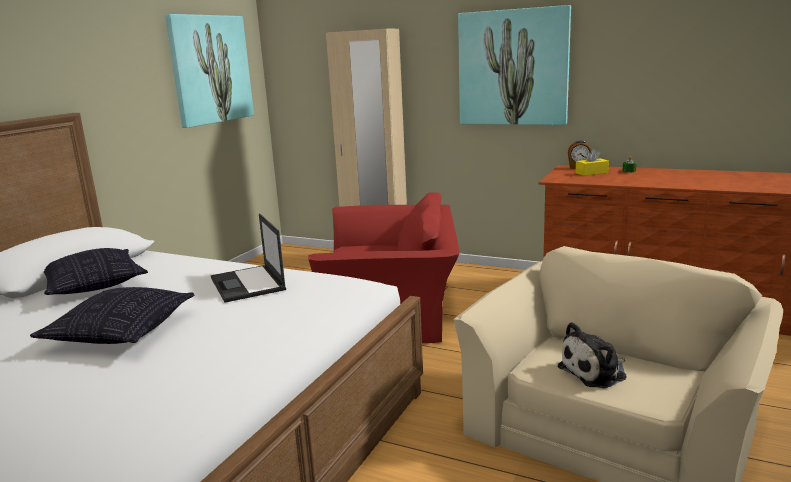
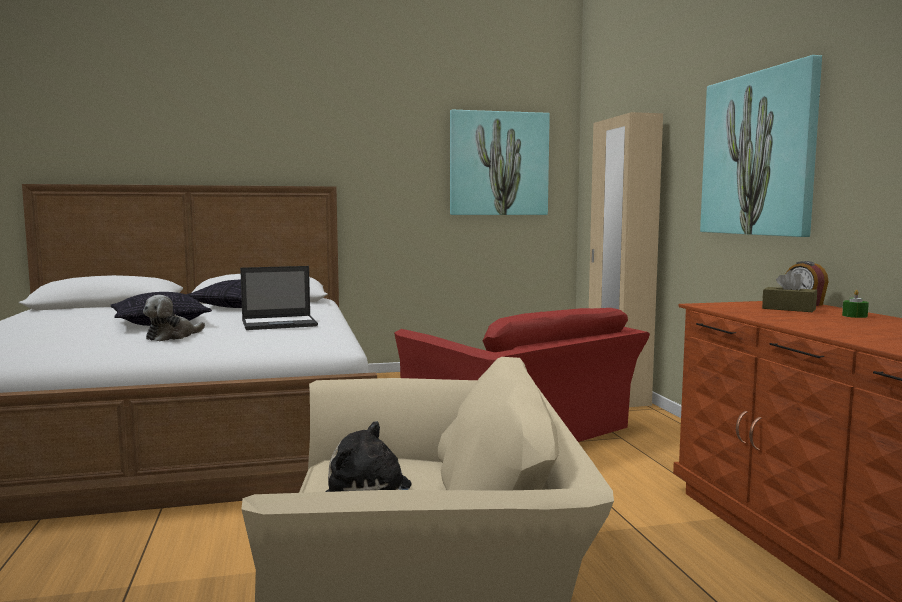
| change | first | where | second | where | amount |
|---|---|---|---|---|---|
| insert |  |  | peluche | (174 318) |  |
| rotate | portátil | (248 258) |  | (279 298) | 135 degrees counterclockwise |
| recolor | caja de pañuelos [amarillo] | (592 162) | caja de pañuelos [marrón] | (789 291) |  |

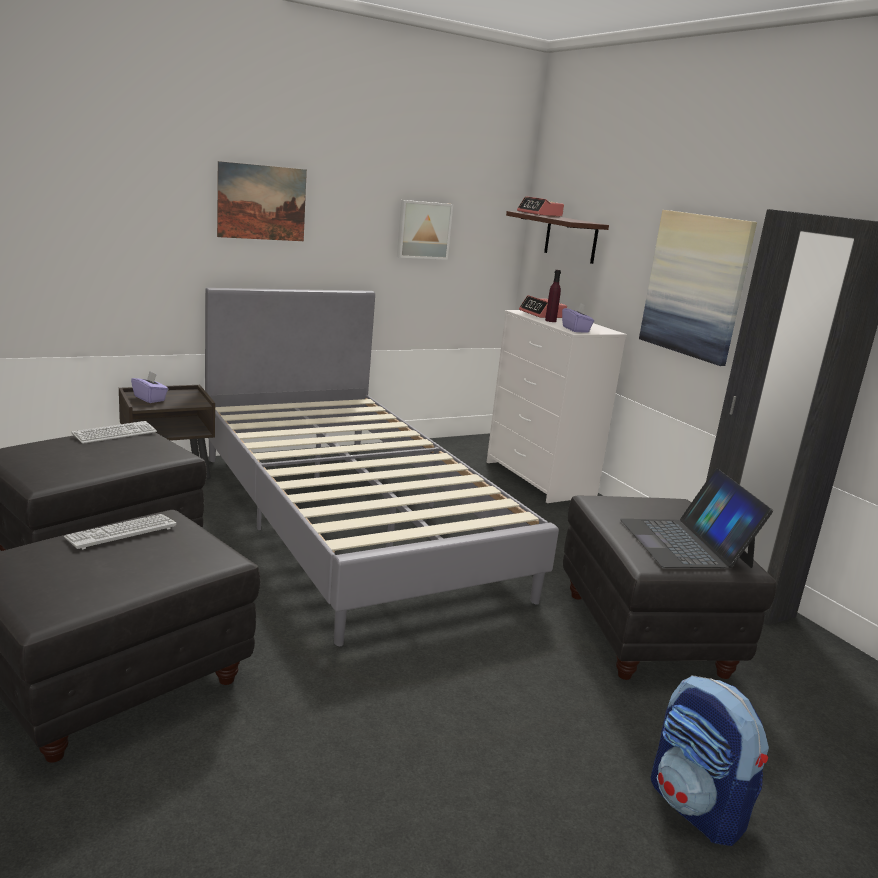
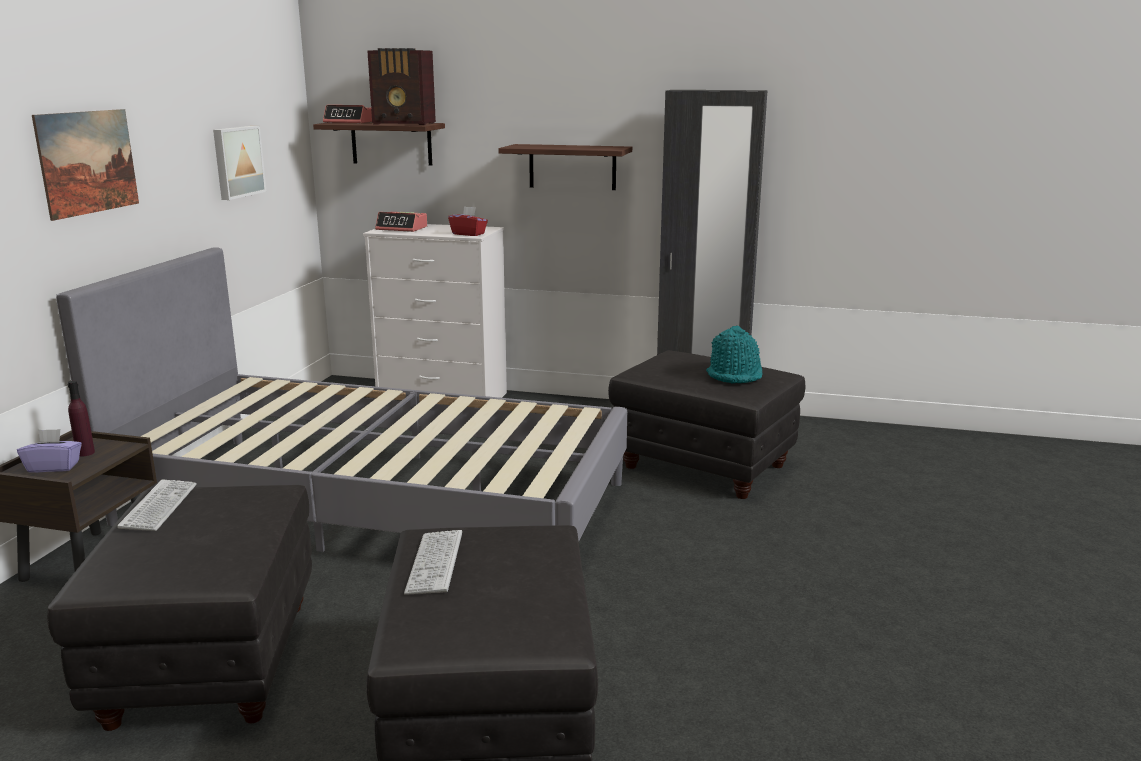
| change | first | where | second | where | amount |
|---|---|---|---|---|---|
| move | botella [morado] | (553 296) |  | (81 419) |  |
| insert |  |  | radio | (401 86) |  |
| recolor | caja de pañuelos [morado] | (578 318) | caja de pañuelos [rojo] | (468 221) |  |
| replace | cuadro | (698 288) | estante | (565 167) |  |
| replace | portátil | (696 518) | sombrero [turquesa] | (734 354) |  |
| delete | mochila | (710 760) |  |  |  |

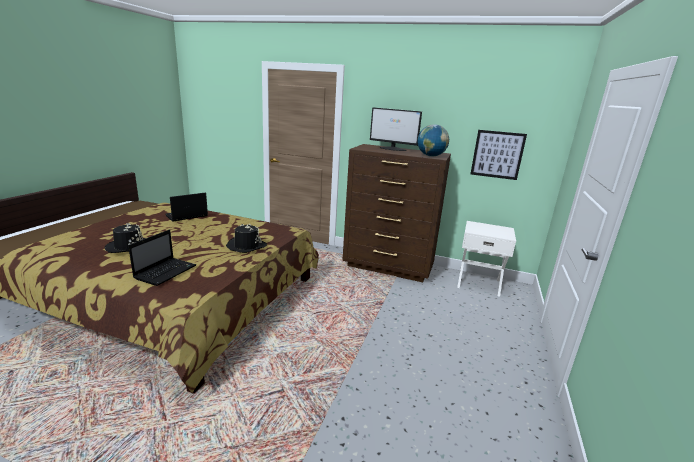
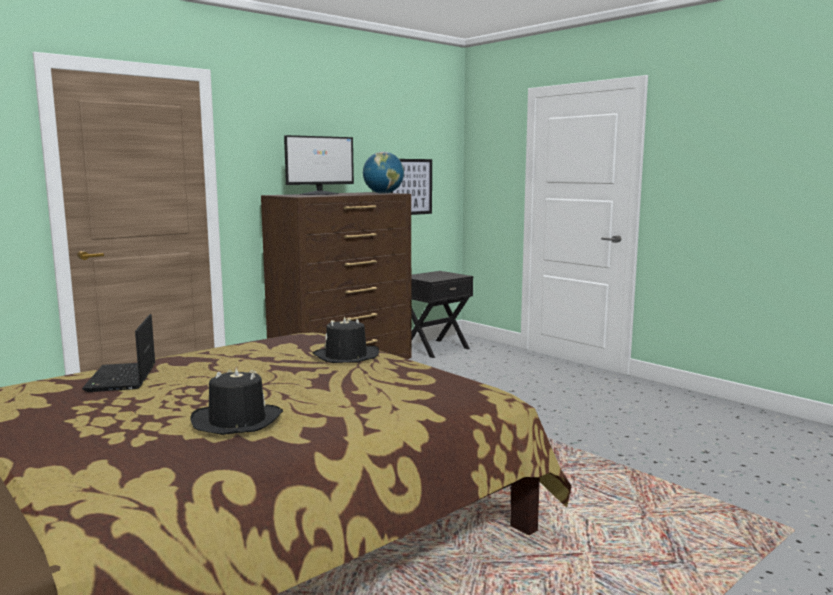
| change | first | where | second | where | amount |
|---|---|---|---|---|---|
| recolor | mesita de noche [blanco] | (486 259) | mesita de noche [negro] | (442 314) |  |
| delete | portátil | (162 258) |  |  |  |

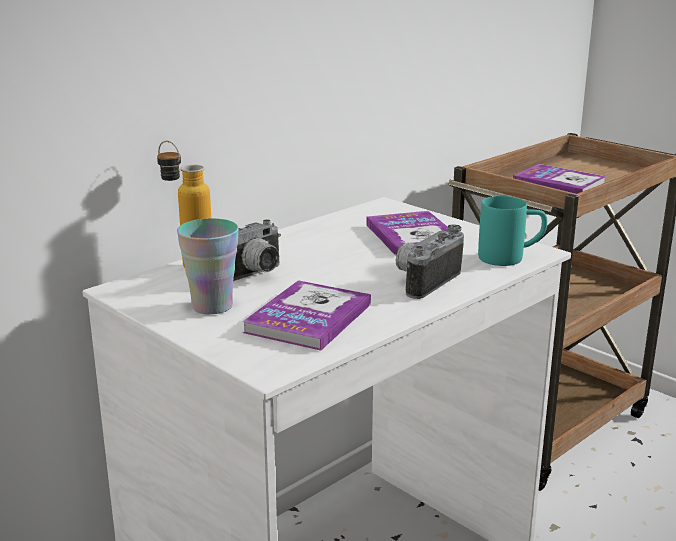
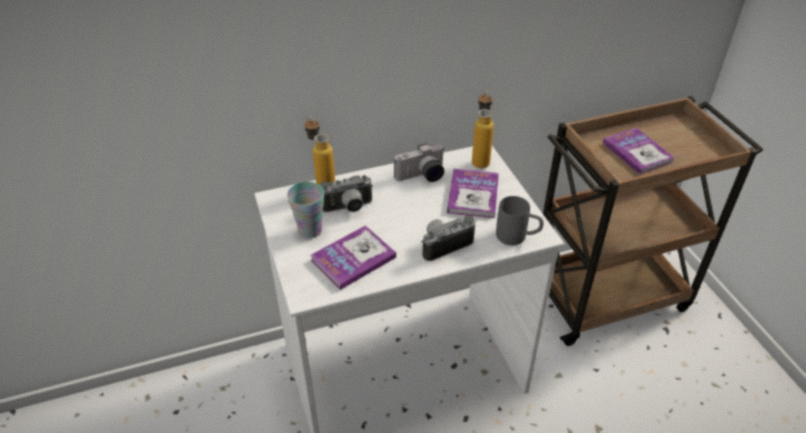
| change | first | where | second | where | amount |
|---|---|---|---|---|---|
| insert |  |  | cámara | (419 162) |  |
| insert |  |  | botella | (483 129) |  |
| recolor | taza grande [turquesa] | (512 231) | taza grande [gris] | (520 220) |  |

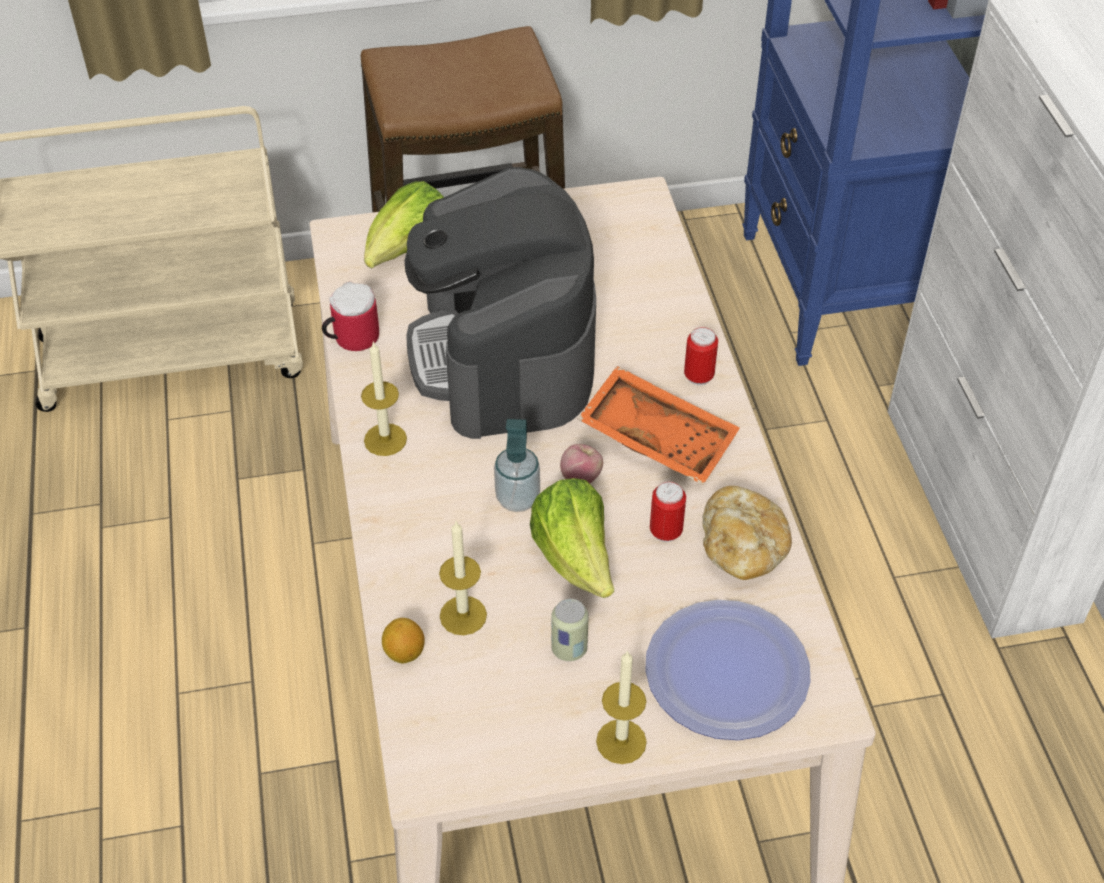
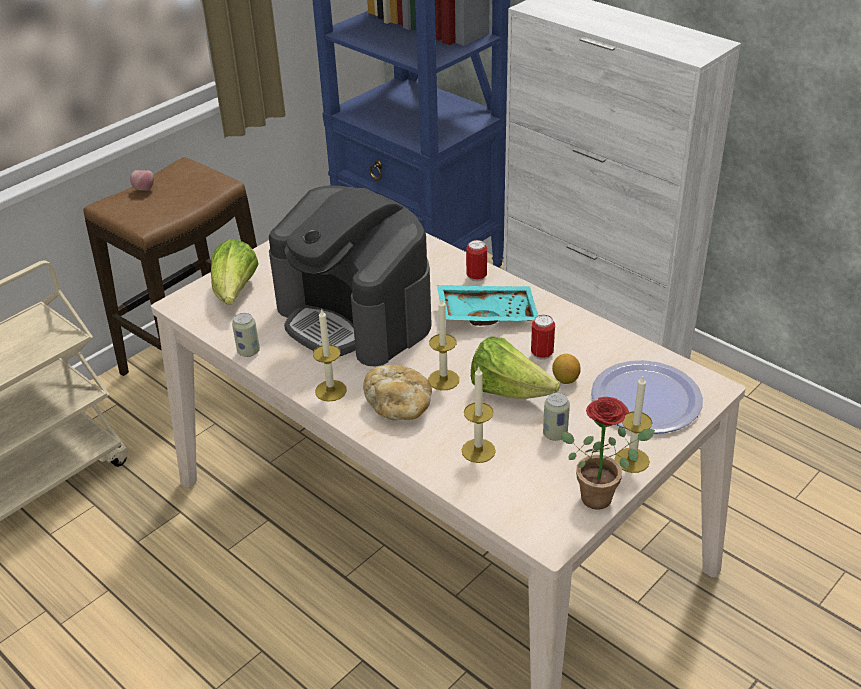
| change | first | where | second | where | amount |
|---|---|---|---|---|---|
| move | manzana | (581 463) |  | (142 180) |  |
| replace | taza grande | (350 316) | lata | (246 335) |  |
| move | pan | (747 533) |  | (397 392) |  |
| replace | dispensador de jabón | (517 465) | vela | (443 344) |  |
| recolor | bandeja [naranja] | (659 425) | bandeja [turquesa] | (488 305) |  |
| move | limón | (403 641) |  | (566 369) |  |
| insert |  |  | planta en maceta | (608 453) |  |

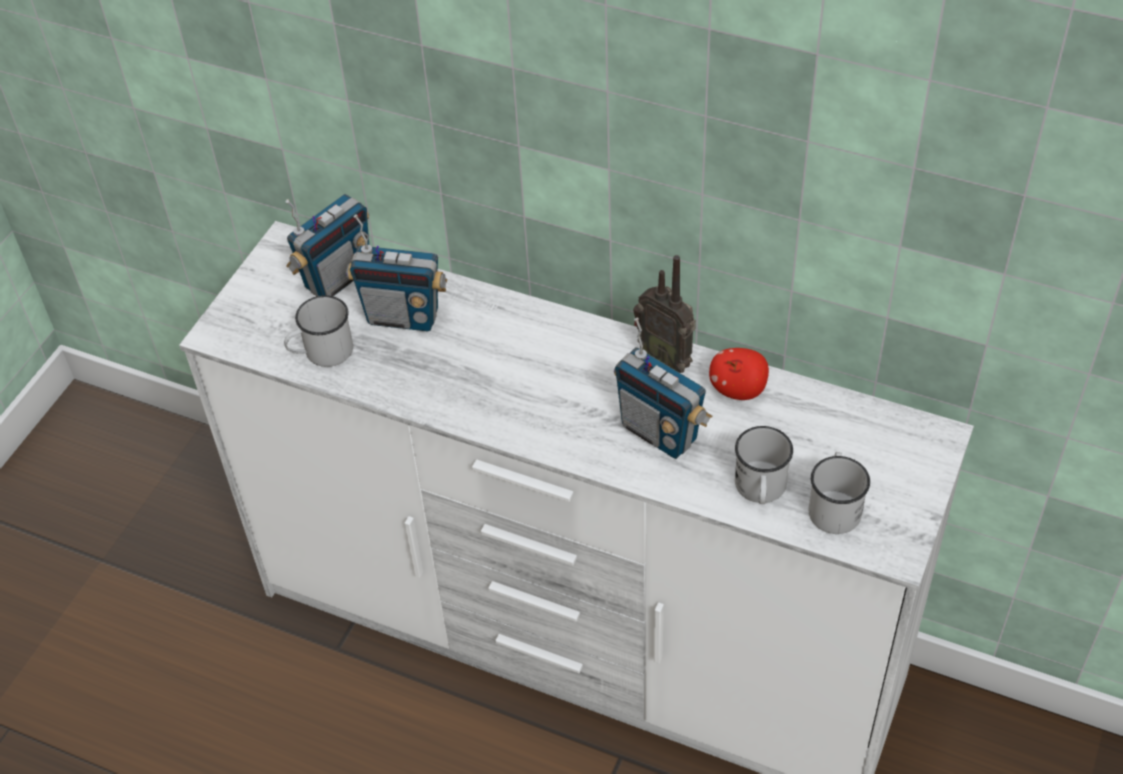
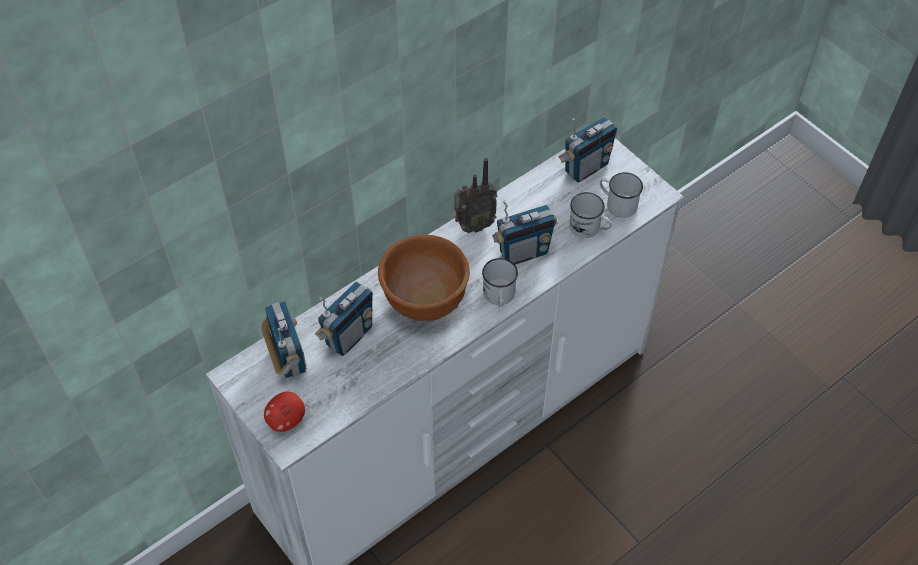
| change | first | where | second | where | amount |
|---|---|---|---|---|---|
| move | manzana | (739 374) |  | (284 412) |  |
| insert |  |  | cuenco [marrón] | (424 277) |  |
| move | taza grande [blanco] | (318 331) |  | (500 282) |  |
| insert |  |  | radio | (587 149) |  |

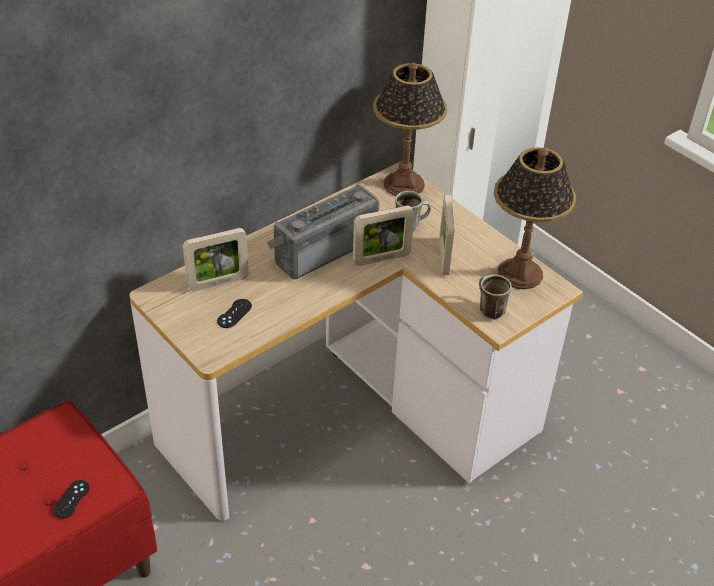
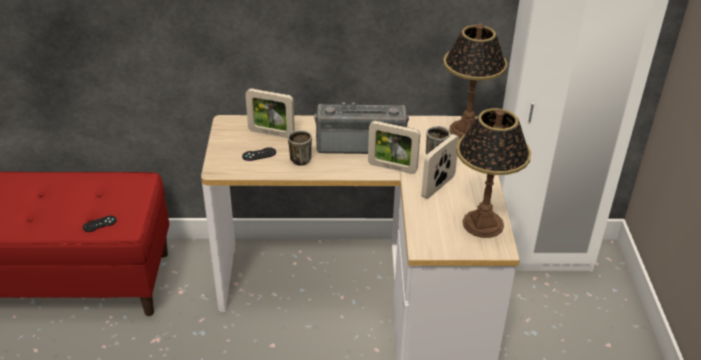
| change | first | where | second | where | amount |
|---|---|---|---|---|---|
| move | taza grande | (495 297) |  | (300 148) |  |

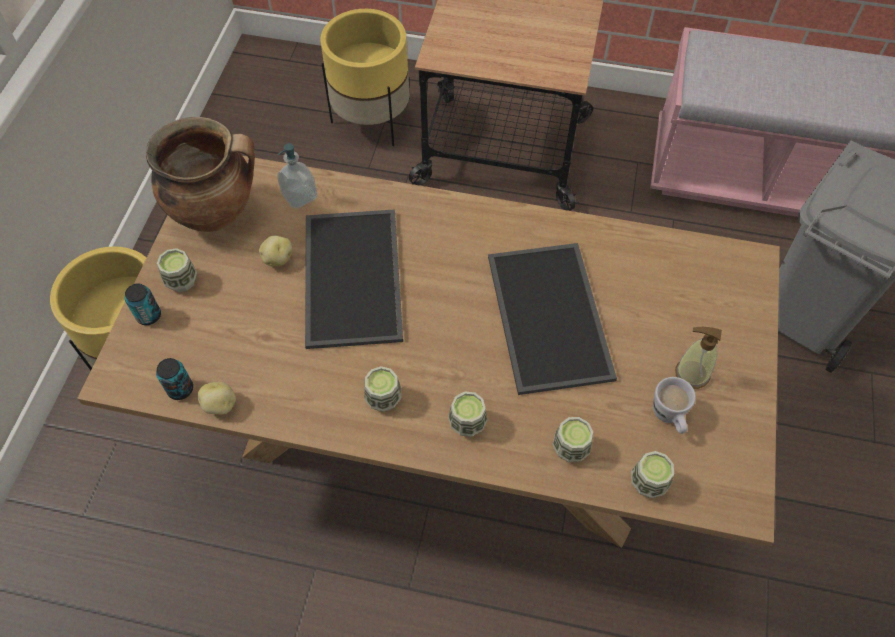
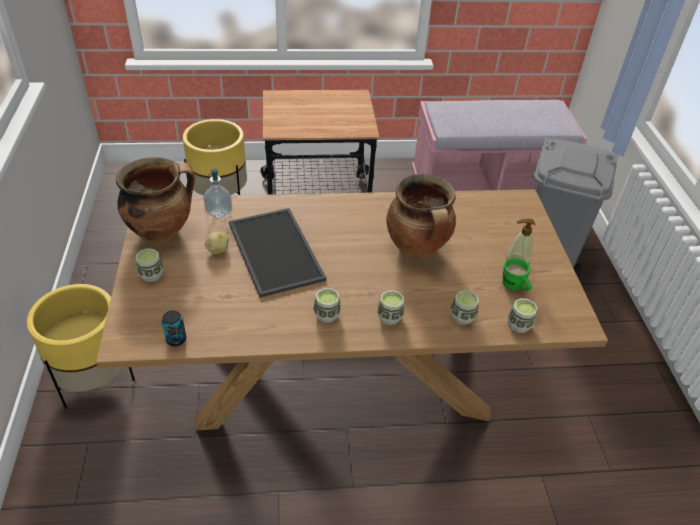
| change | first | where | second | where | amount |
|---|---|---|---|---|---|
| replace | bandeja | (552 319) | olla | (421 216) |  |
| recolor | taza grande [blanco] | (674 405) | taza grande [verde] | (517 274) |  |
| delete | lata | (143 304) |  |  |  |
| delete | patata | (217 398) |  |  |  |

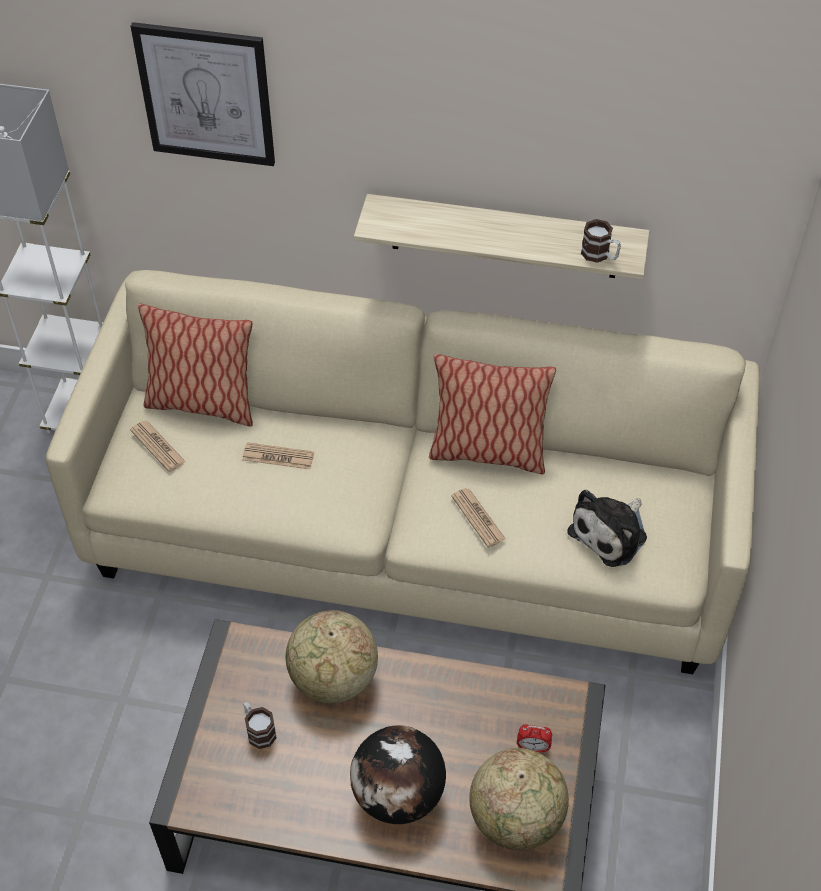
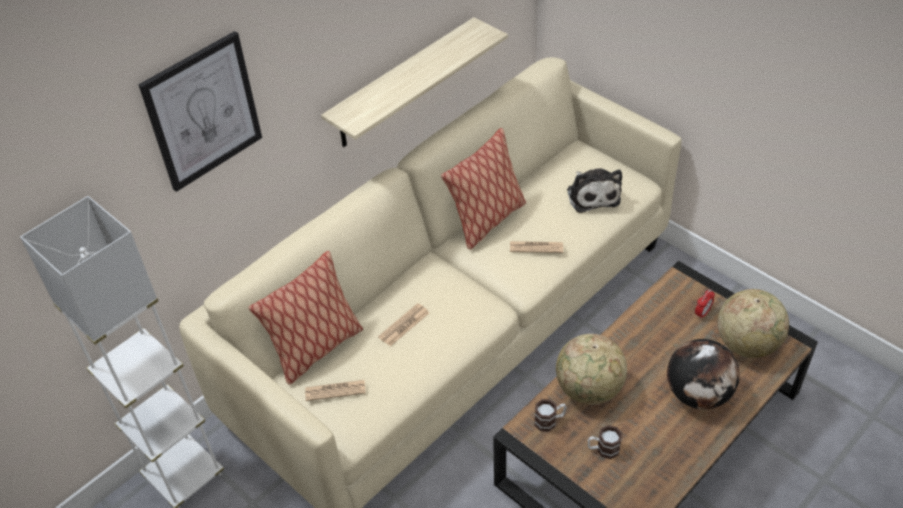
| change | first | where | second | where | amount |
|---|---|---|---|---|---|
| move | taza grande | (601 241) |  | (550 415) |  |

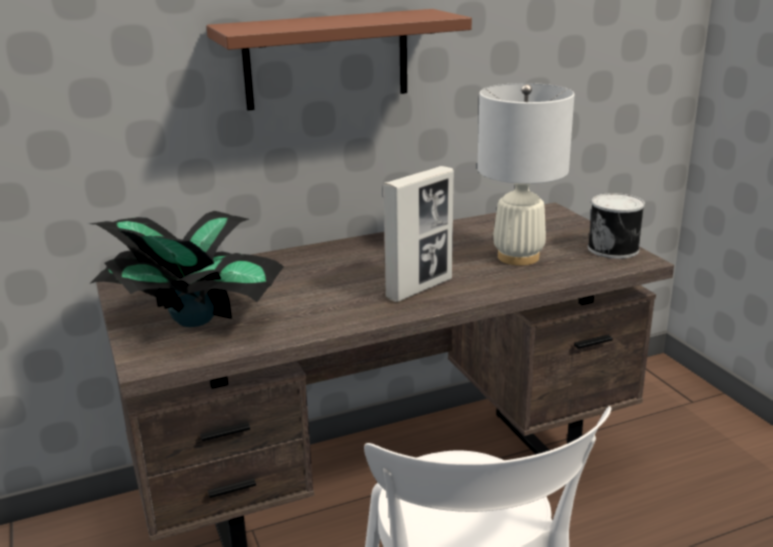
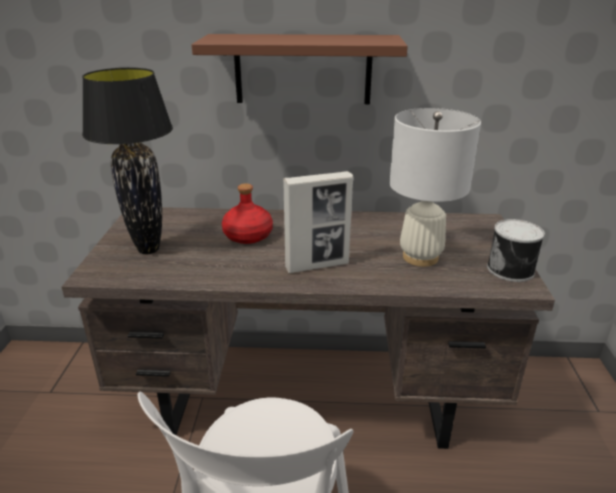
| change | first | where | second | where | amount |
|---|---|---|---|---|---|
| replace | planta en maceta | (186 269) | lámpara de mesa [negro] | (127 161) |  |
| insert |  |  | botella [rojo] | (247 213) |  |

